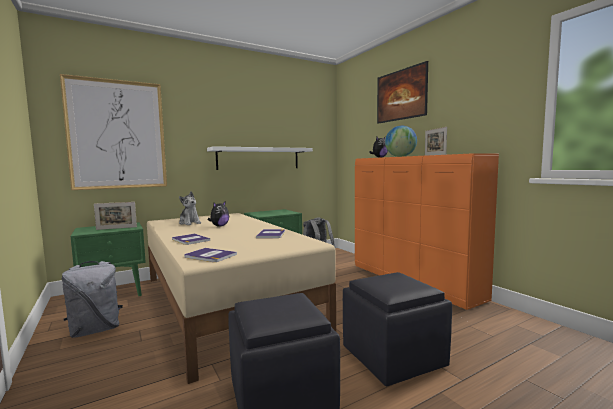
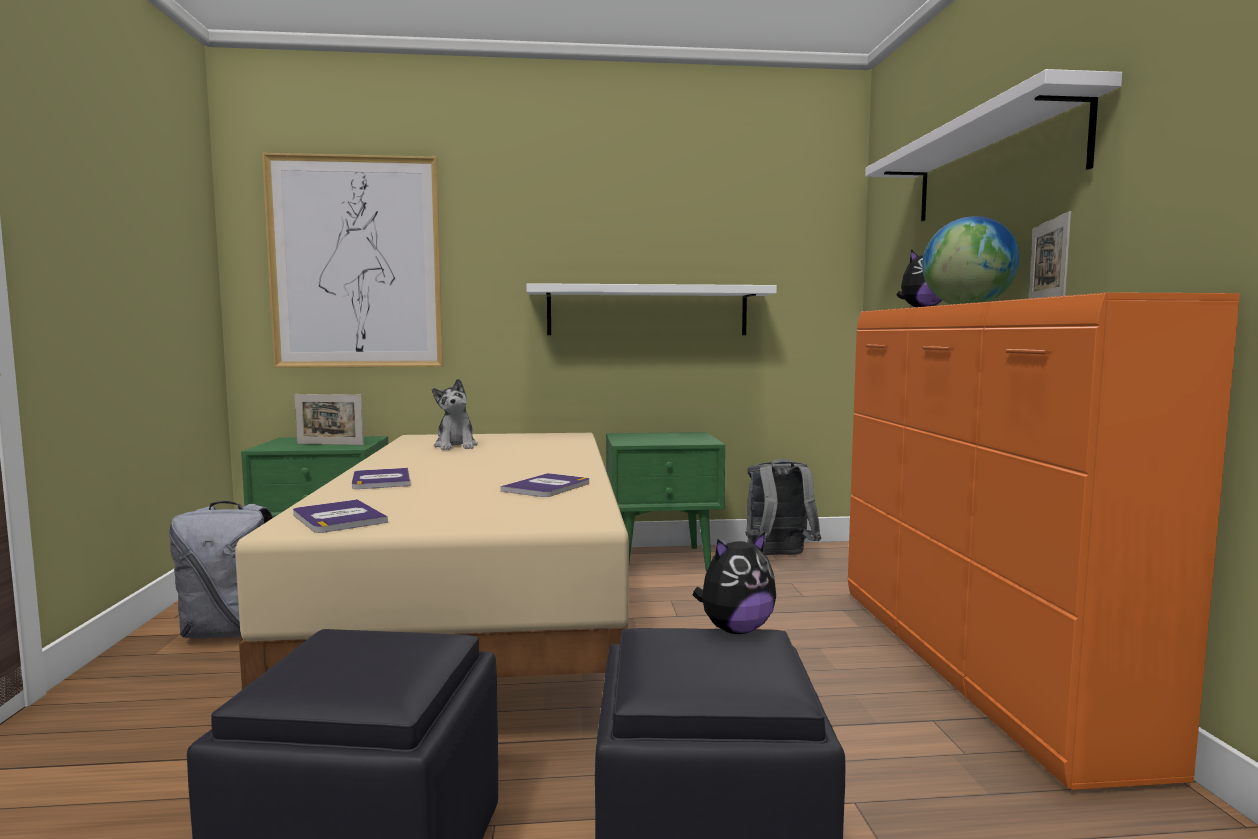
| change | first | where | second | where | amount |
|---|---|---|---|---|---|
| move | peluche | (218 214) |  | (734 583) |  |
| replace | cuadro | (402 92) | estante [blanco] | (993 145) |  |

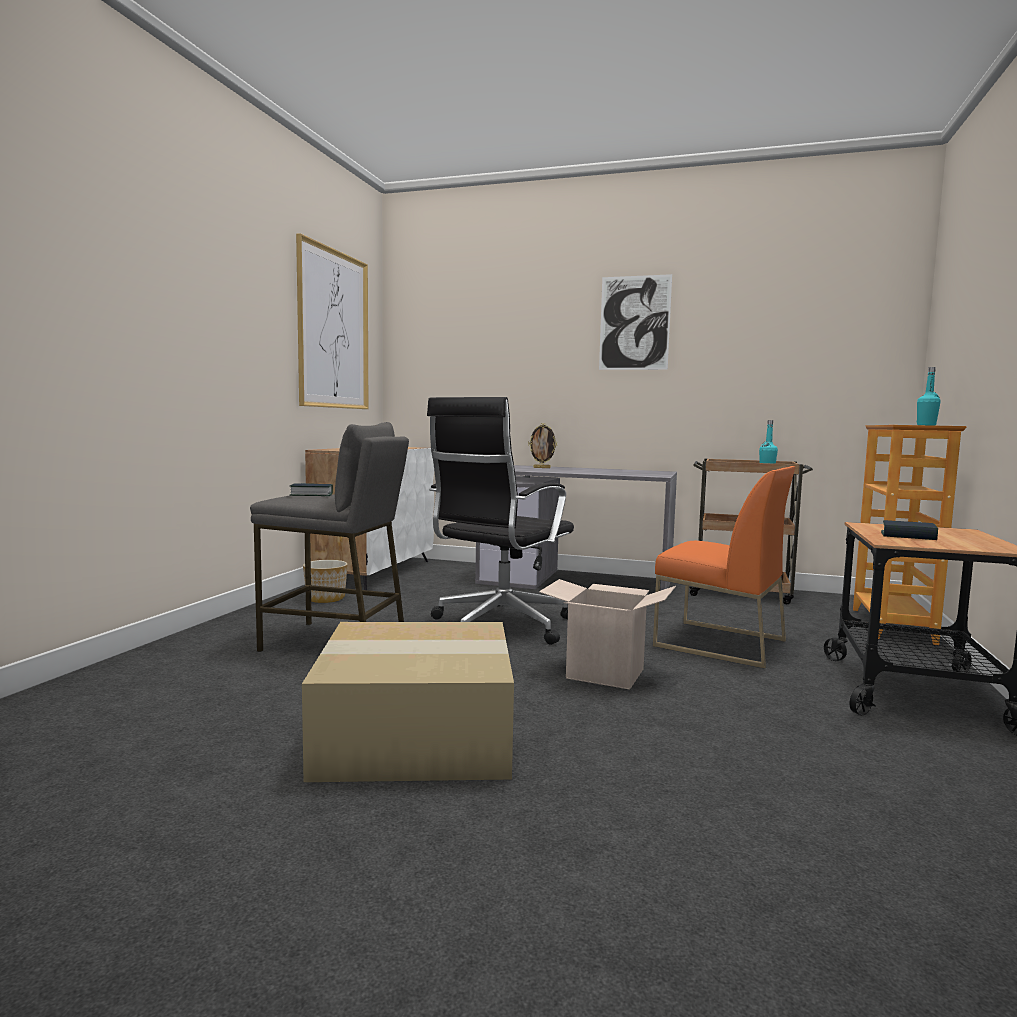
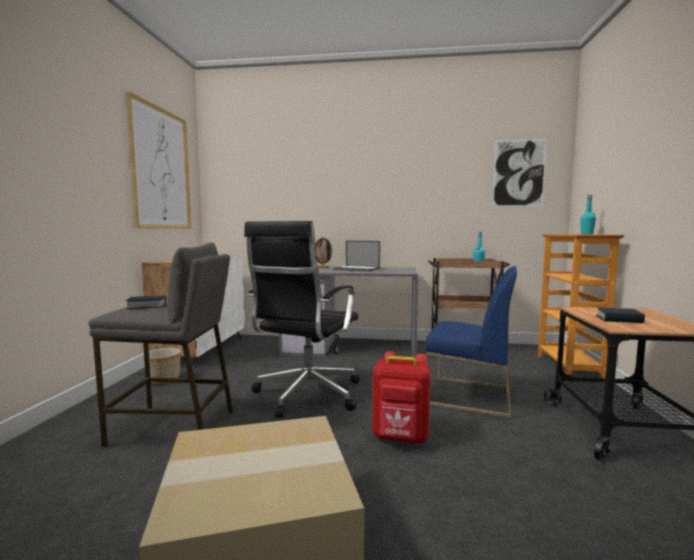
| change | first | where | second | where | amount |
|---|---|---|---|---|---|
| insert |  |  | portátil | (356 256) |  |
| replace | caja de cartón | (607 634) | mochila [rojo] | (401 398) |  |
| recolor | silla [naranja] | (724 567) | silla [azul] | (471 342) |  |
| move | cuadro | (635 322) |  | (519 173) |  |

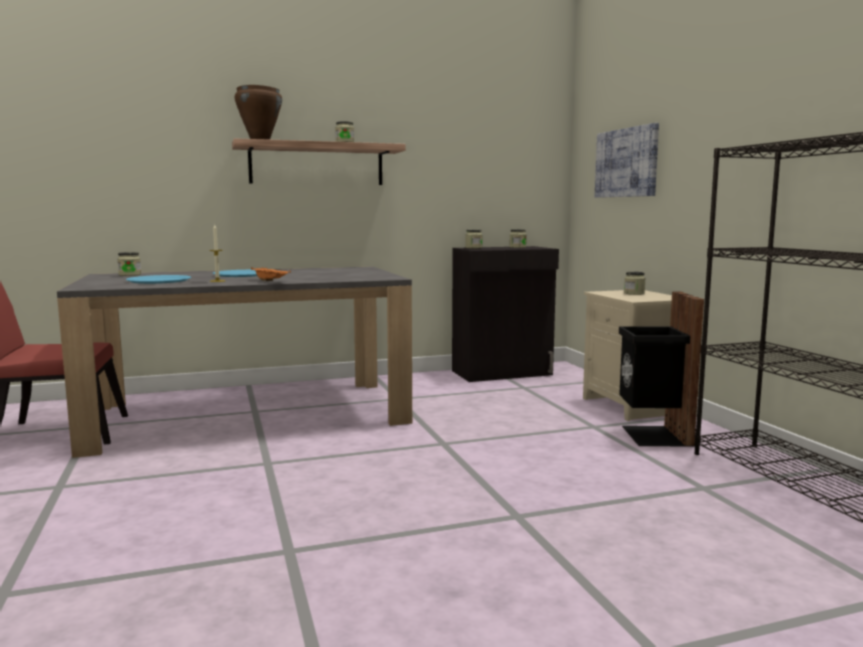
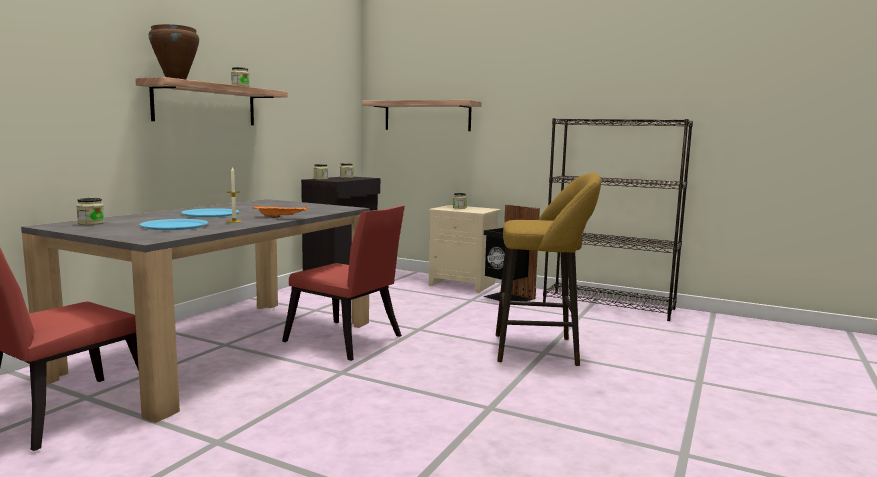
| change | first | where | second | where | amount |
|---|---|---|---|---|---|
| insert |  |  | silla [rojo] | (343 283) |  |
| replace | cuadro | (627 160) | estante | (422 115) |  |
| insert |  |  | taburete [amarillo] | (548 269) |  |

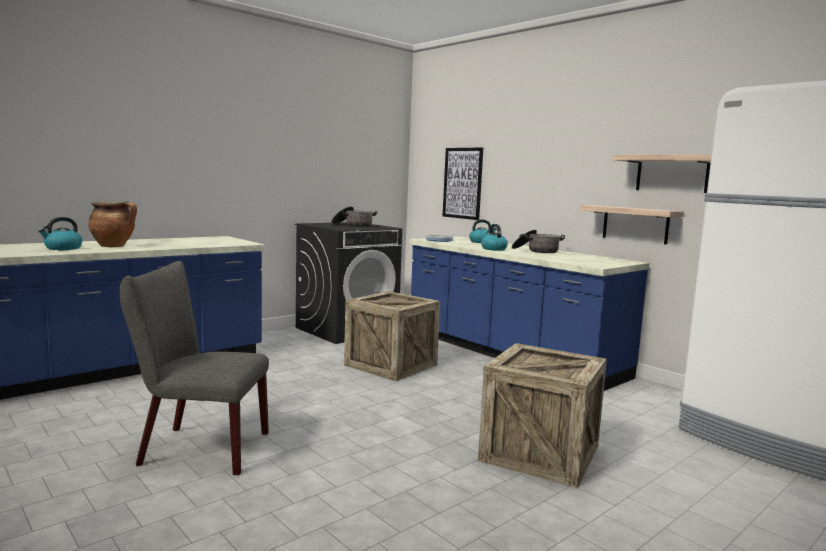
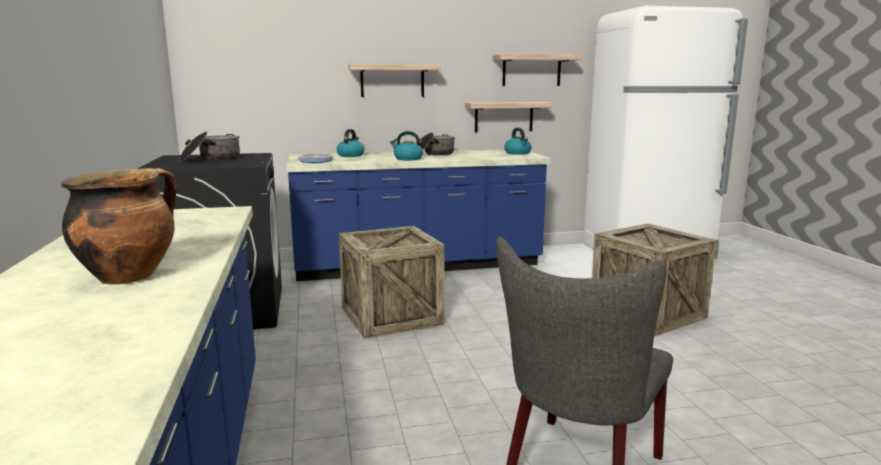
| change | first | where | second | where | amount |
|---|---|---|---|---|---|
| insert |  |  | estante | (394 80) |  |
| move | hervidor | (60 233) |  | (517 141) |  |
| delete | cuadro | (463 184) |  |  |  |

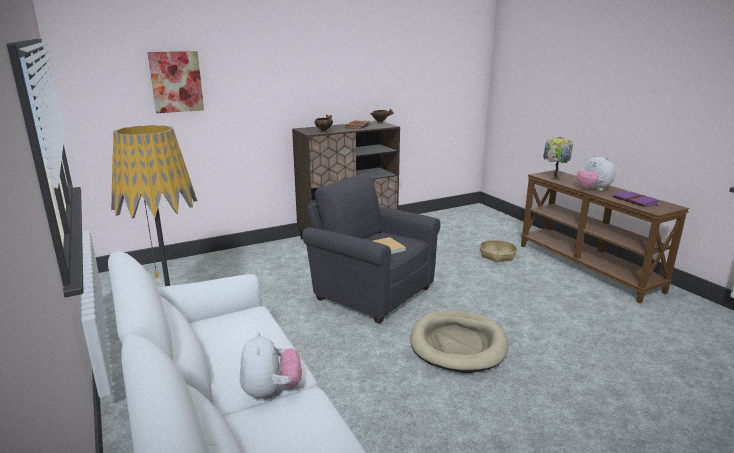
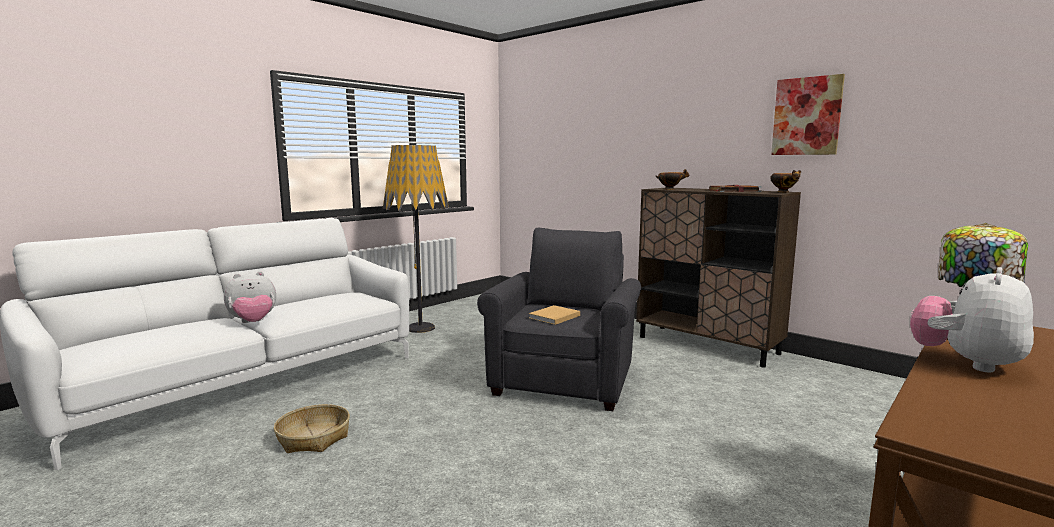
| change | first | where | second | where | amount |
|---|---|---|---|---|---|
| move | cesta | (498 251) |  | (312 428) |  |
| move | cuadro | (176 82) |  | (808 114) |  |
| delete | cama para perro [beis] | (459 341) |  |  |  |
| delete | libro [morado] | (636 199) |  |  |  |

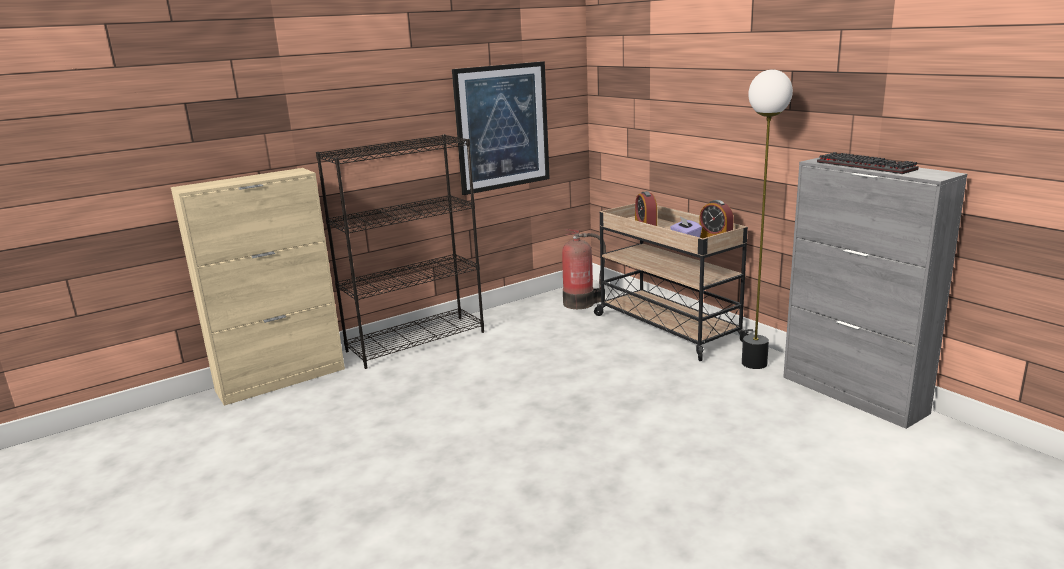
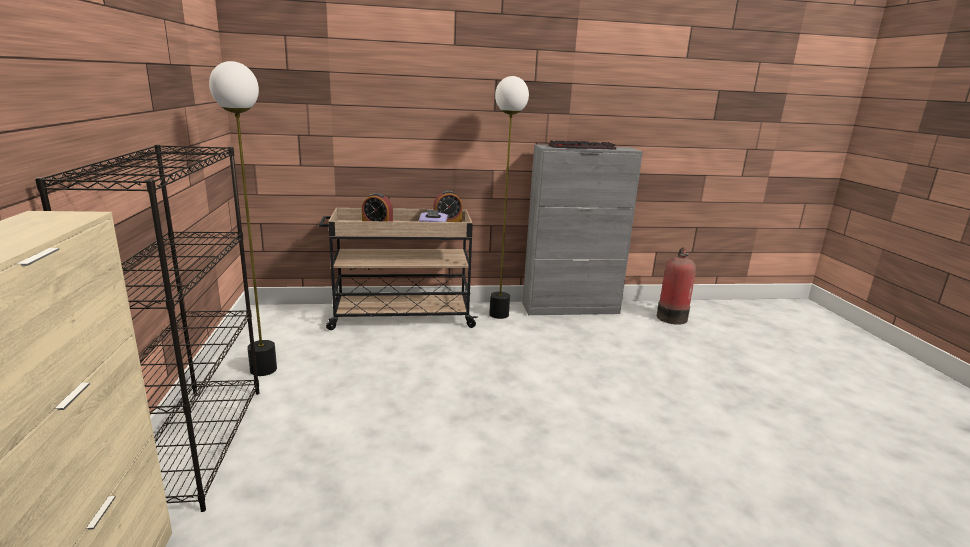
| change | first | where | second | where | amount |
|---|---|---|---|---|---|
| insert |  |  | lámpara de pie | (243 218) |  |
| move | extintor | (584 269) |  | (676 286) |  |
| delete | cuadro | (501 128) |  |  |  |

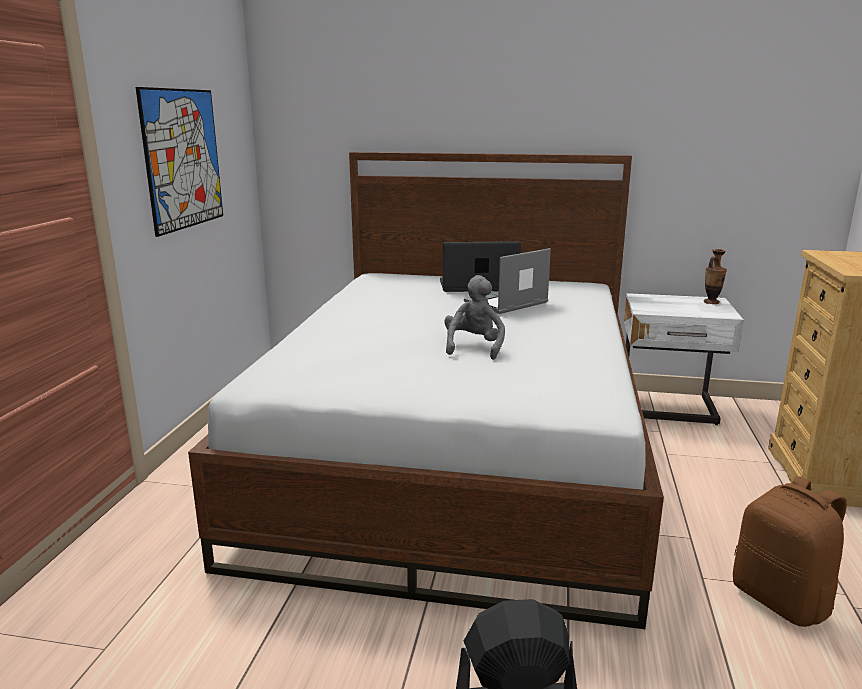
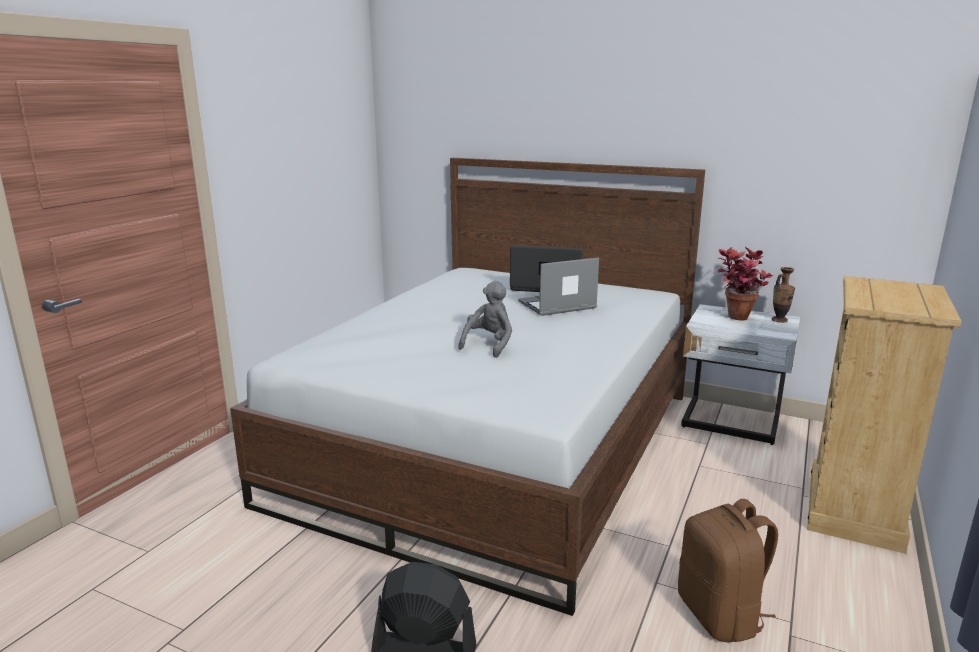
| change | first | where | second | where | amount |
|---|---|---|---|---|---|
| insert |  |  | planta en maceta | (745 283) |  |
| delete | cuadro | (179 162) |  |  |  |

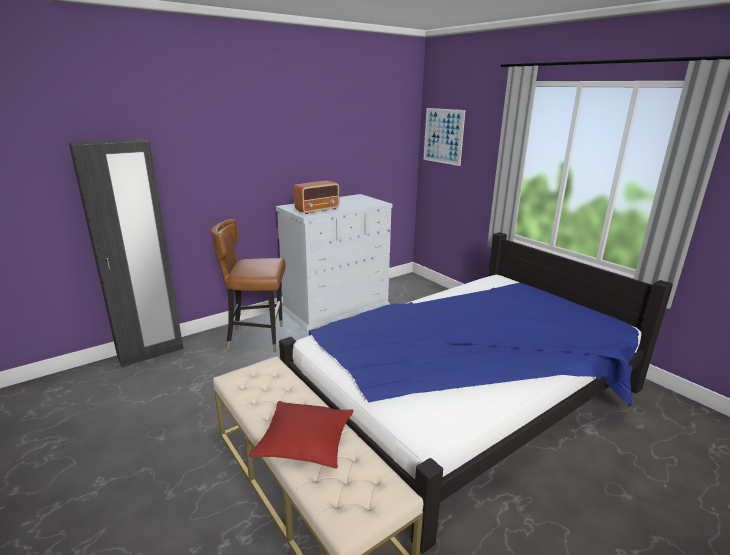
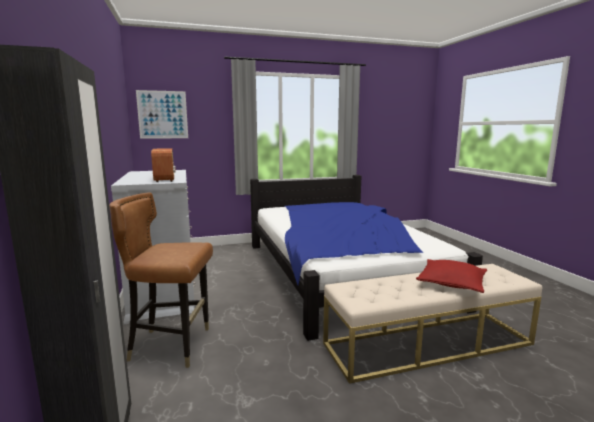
| change | first | where | second | where | amount |
|---|---|---|---|---|---|
| rotate | silla [marrón] | (248 285) |  | (161 280) | 75 degrees clockwise |

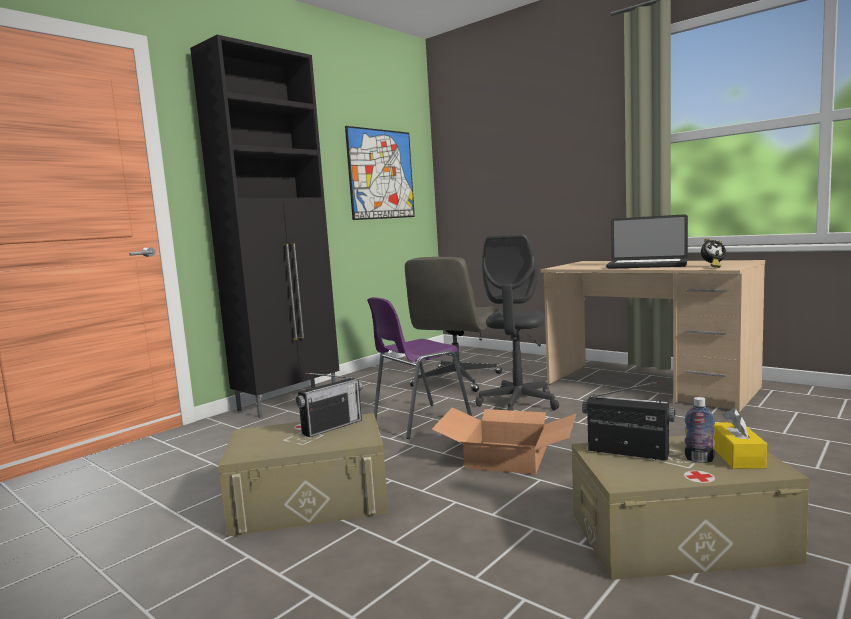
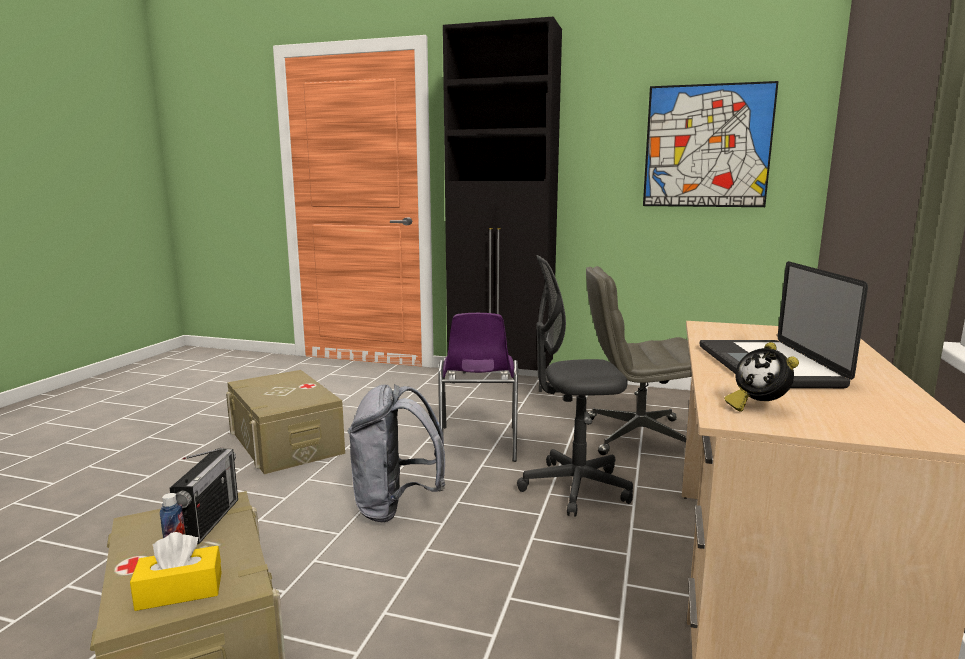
| change | first | where | second | where | amount |
|---|---|---|---|---|---|
| replace | caja de cartón | (504 441) | mochila [gris] | (396 453) |  |
| rotate | silla [morado] | (419 368) |  | (478 387) | 120 degrees counterclockwise |
| delete | radio | (329 405) |  |  |  |

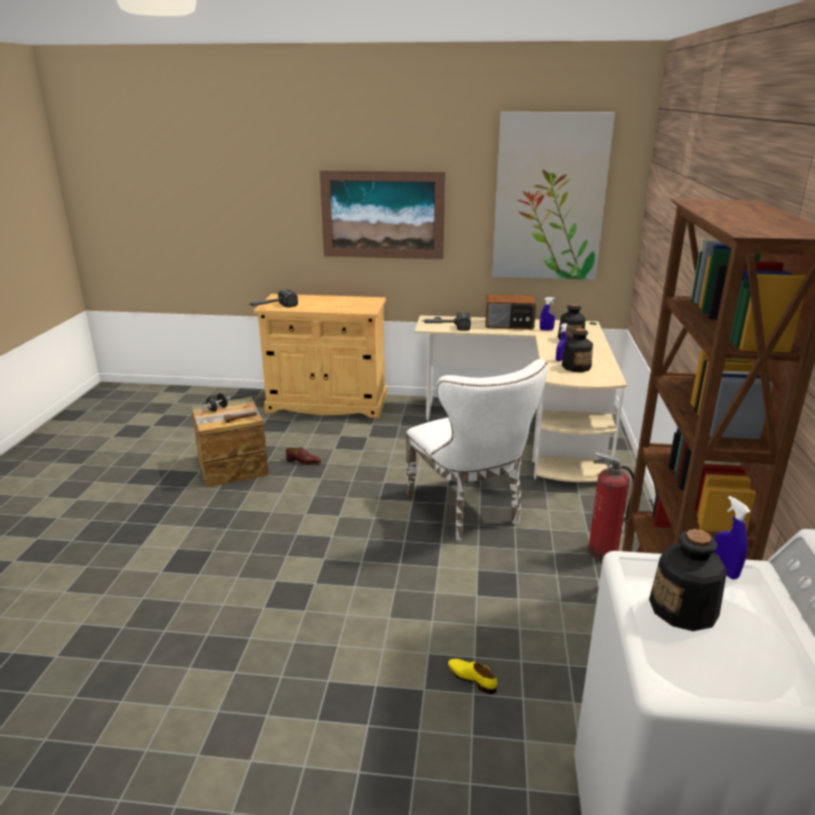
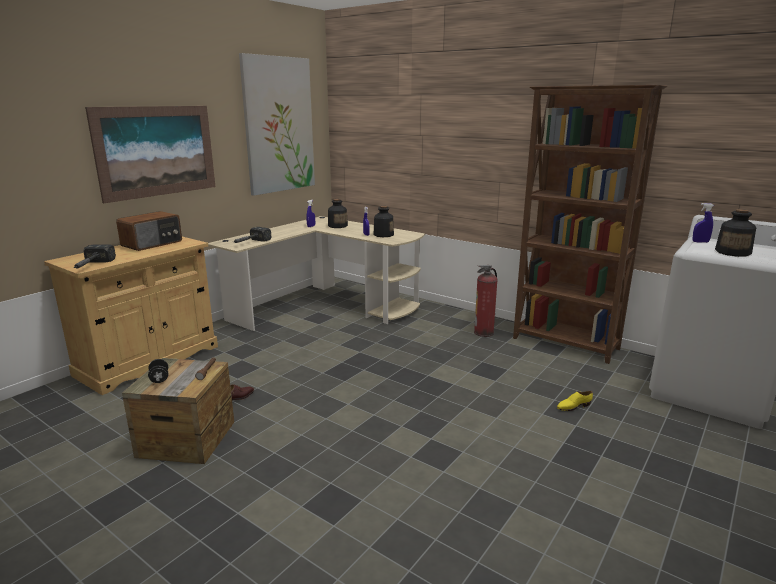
| change | first | where | second | where | amount |
|---|---|---|---|---|---|
| move | radio | (510 312) |  | (149 231) |  |
| delete | silla [blanco] | (477 450) |  |  |  |

